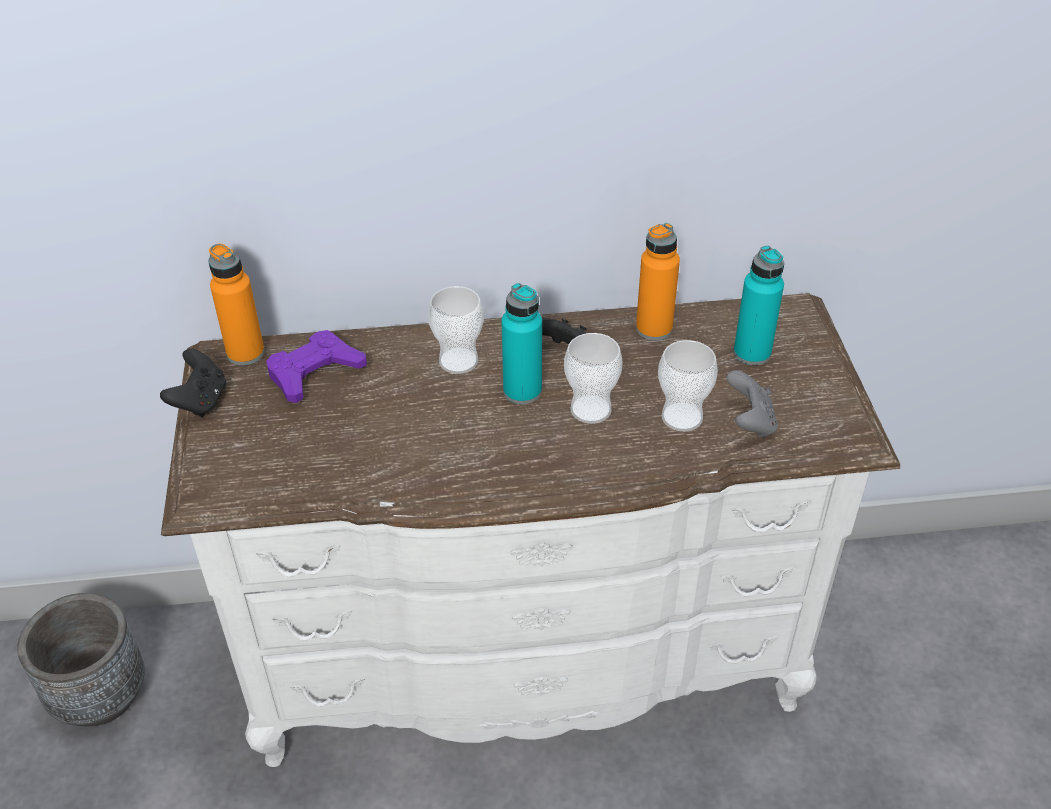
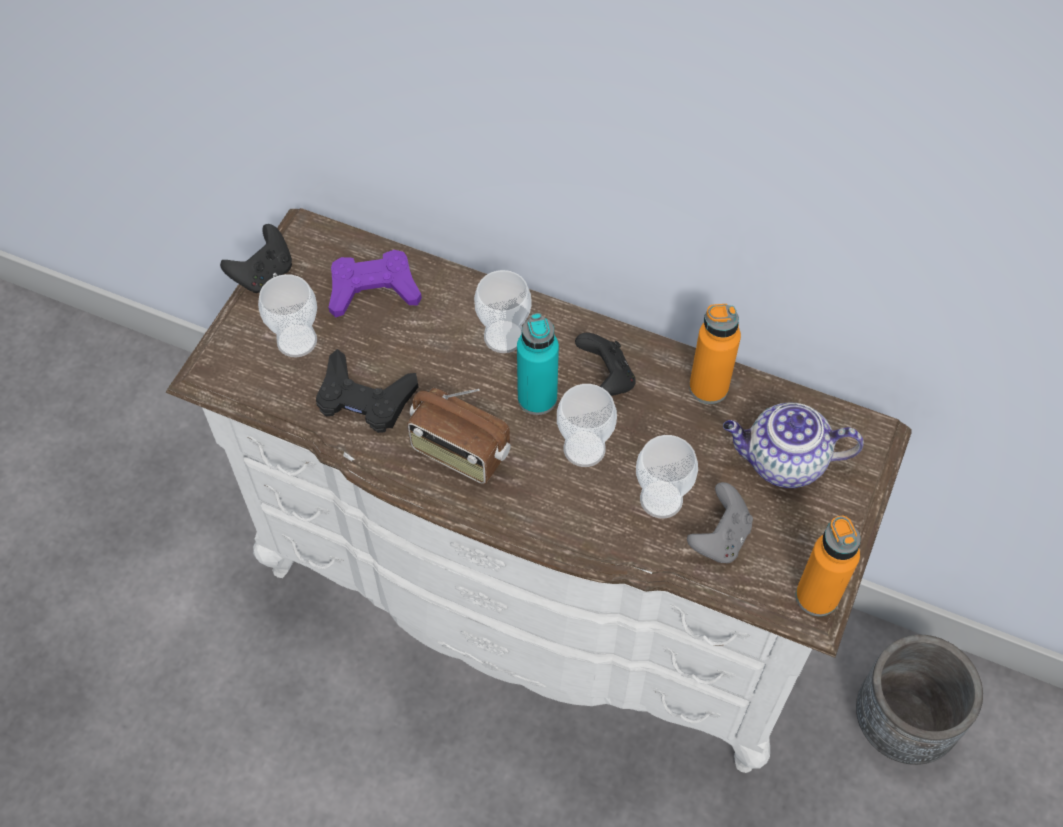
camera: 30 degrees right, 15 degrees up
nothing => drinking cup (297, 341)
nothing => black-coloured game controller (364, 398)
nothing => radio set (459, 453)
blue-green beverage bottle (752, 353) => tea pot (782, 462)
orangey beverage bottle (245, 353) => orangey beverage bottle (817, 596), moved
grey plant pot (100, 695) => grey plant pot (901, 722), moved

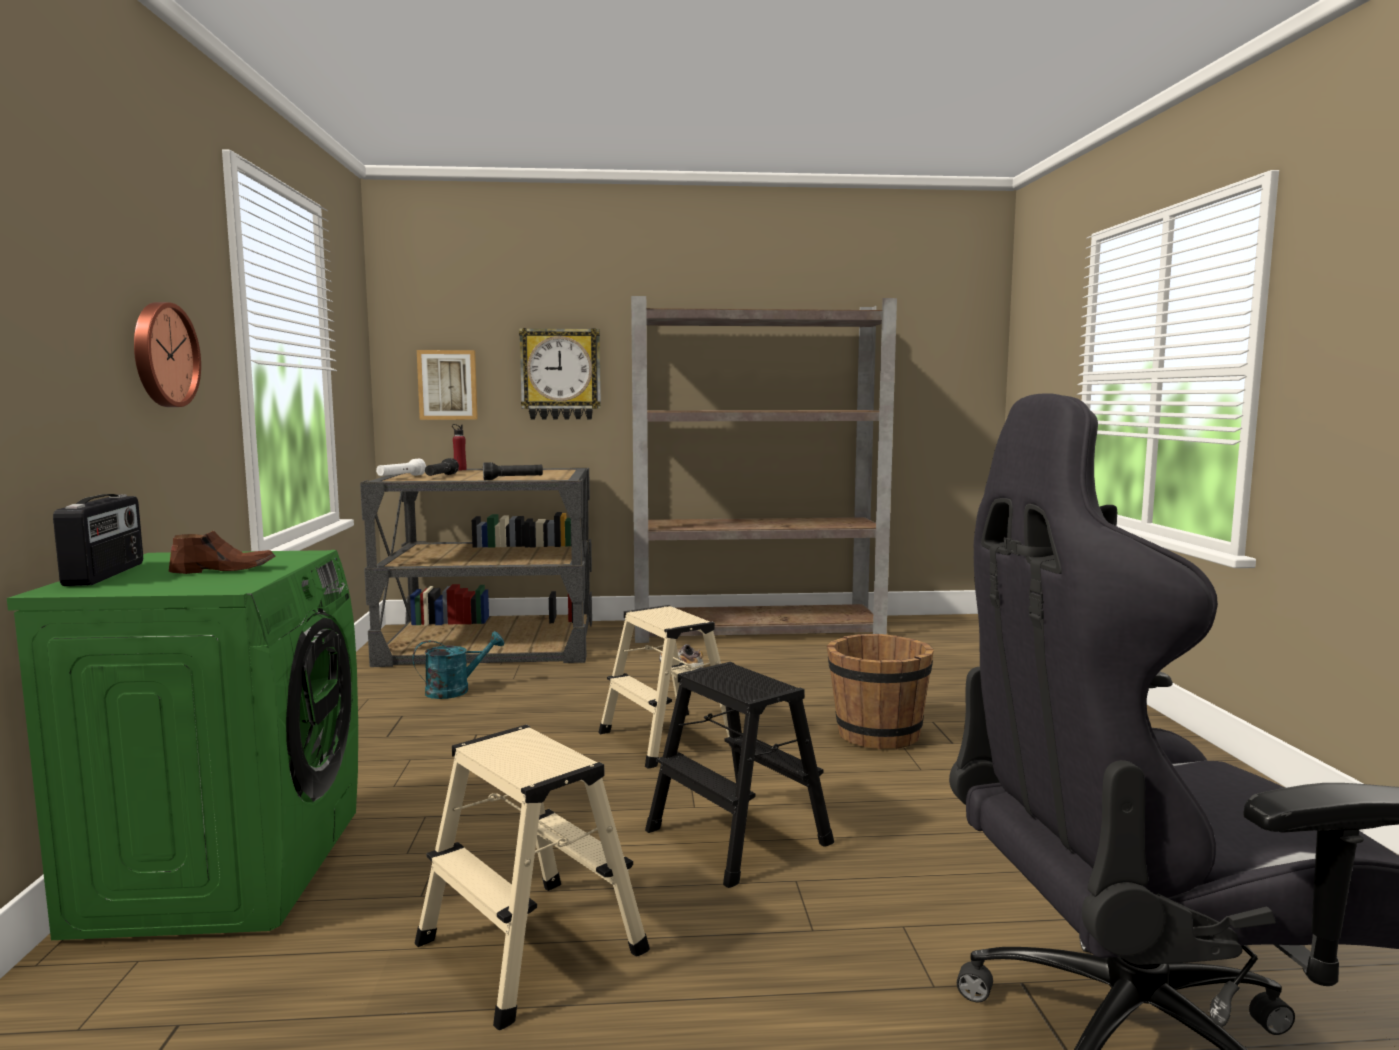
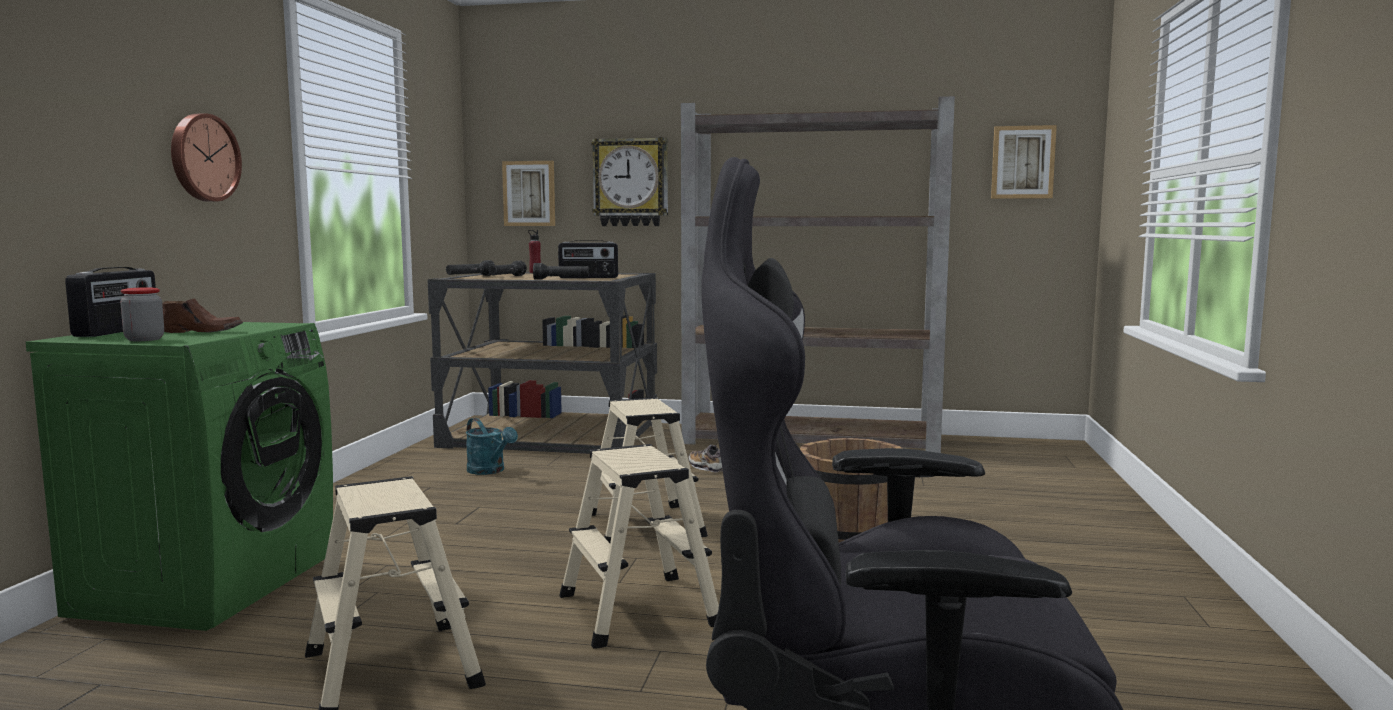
camera: 15 degrees right, 0 degrees up
nothing => jar (144, 339)
white torch (401, 477) => black-coloured torch (470, 276)
blue-green watering pot (455, 690) => blue-green watering pot (490, 471), 60 degrees clockwise
nothing => radio set (588, 277)
black-coloured step ladder (738, 836) => beige step ladder (638, 610)
nothing => wall picture (1022, 162)

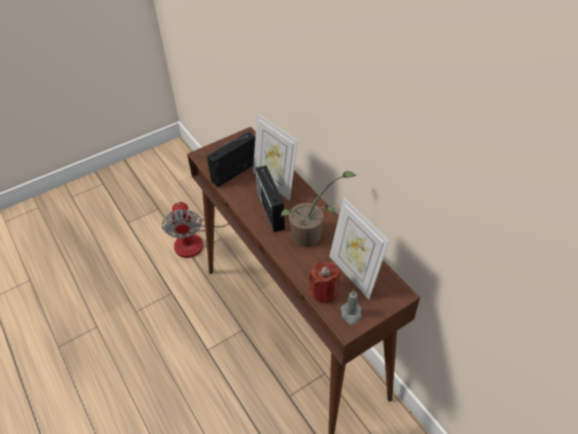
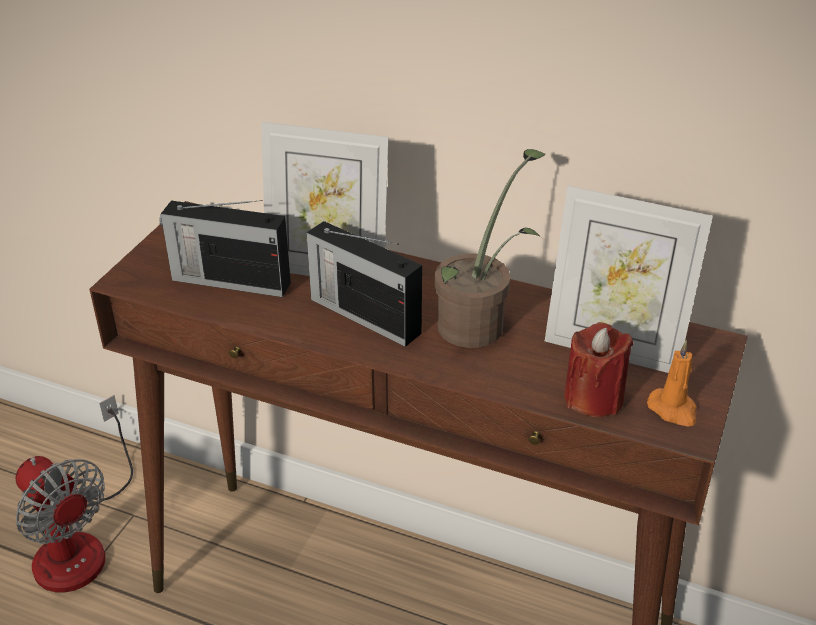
camera: 35 degrees left, 10 degrees down
radio set (235, 171) => radio set (229, 281), 90 degrees counterclockwise
grey wax candle (351, 314) => orangey wax candle (673, 409)

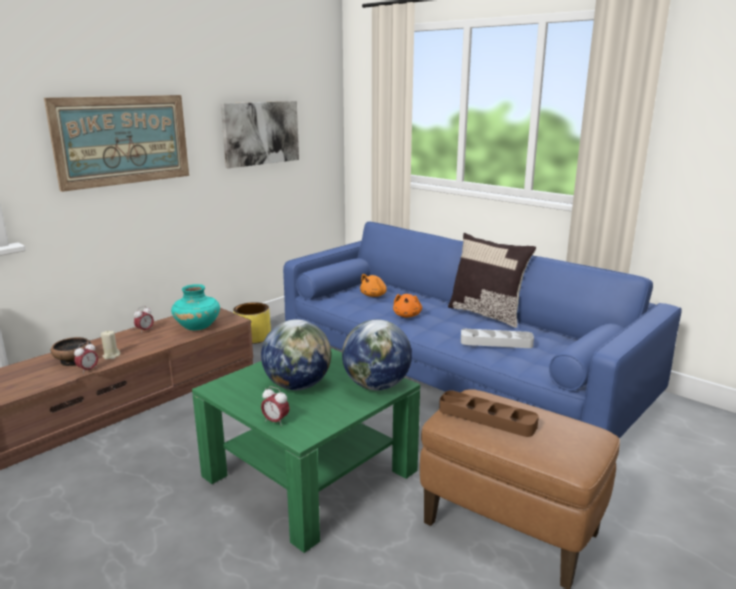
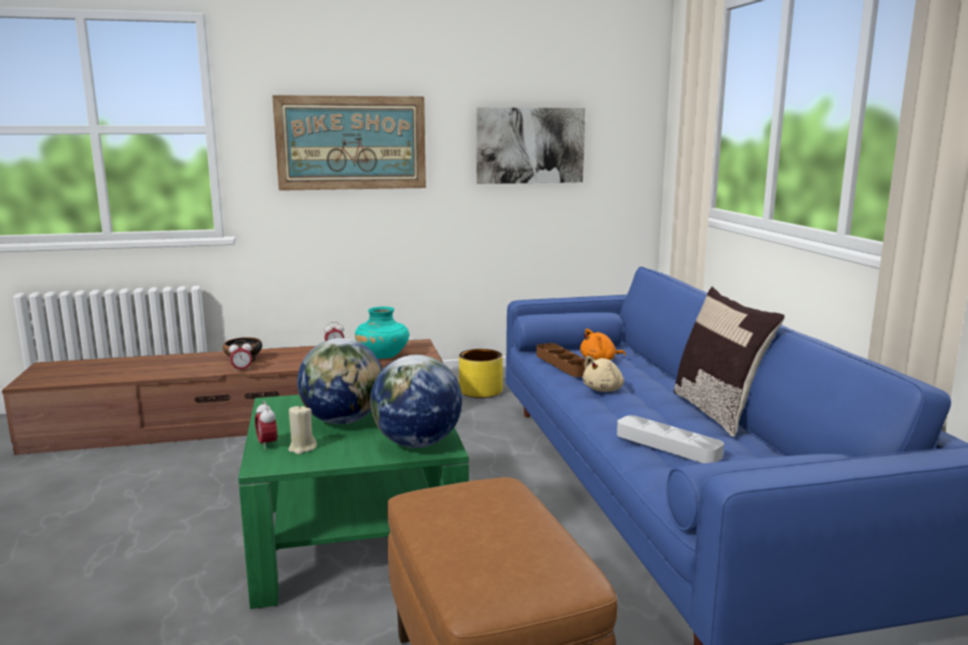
camera: 35 degrees right, 5 degrees down
beige wax candle (111, 356) => beige wax candle (302, 448), moved
brownish tray (486, 418) => brownish tray (563, 364), moved
orangey soft toy (407, 315) => beige soft toy (604, 389)

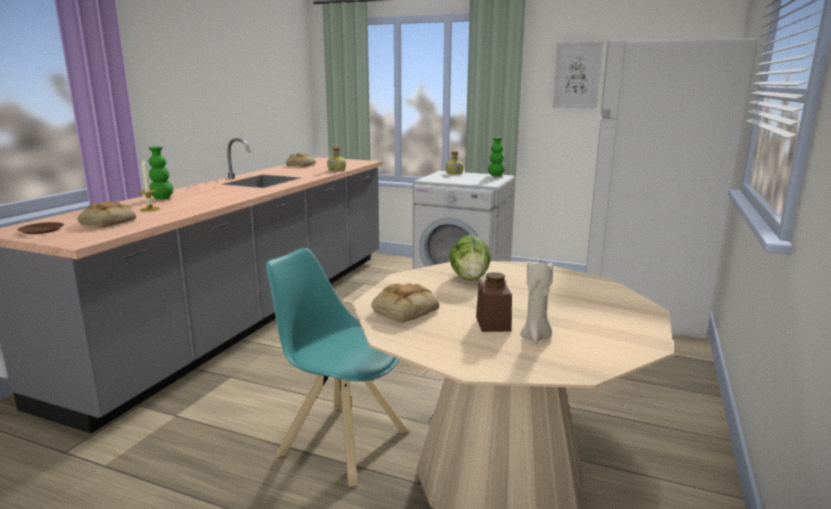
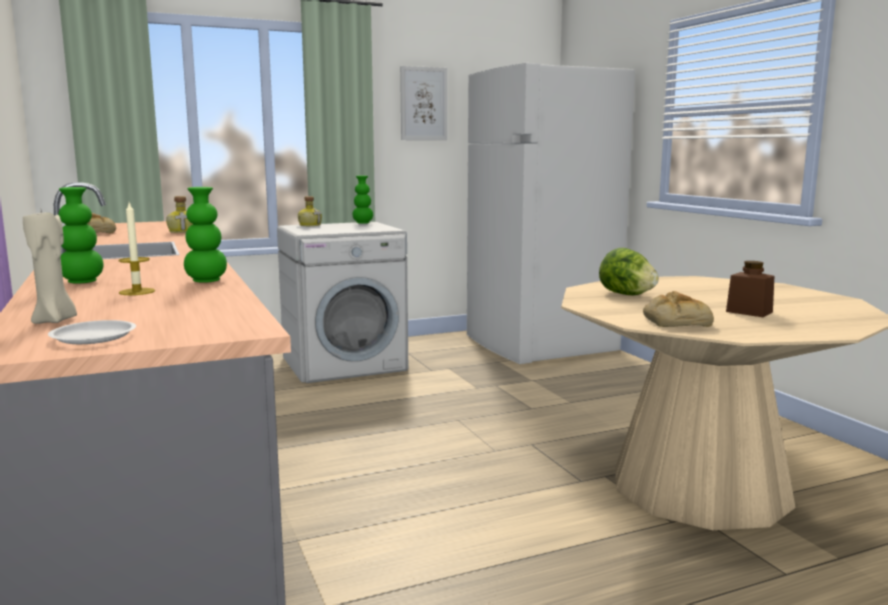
camera: 45 degrees left, 5 degrees down
beige wax candle (536, 337) => beige wax candle (55, 321), moved
brownish flat dish (41, 230) => white flat dish (94, 337)
nothing => green-coloured vase (206, 281)
bread (108, 222) => nothing
blue-green chair (341, 441) => nothing

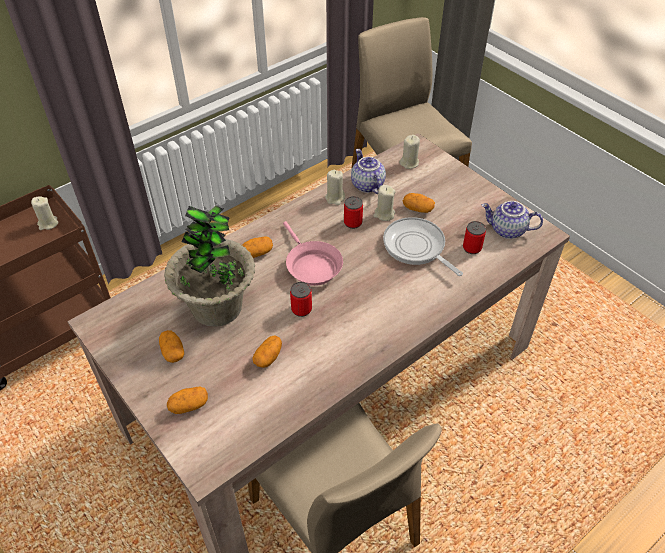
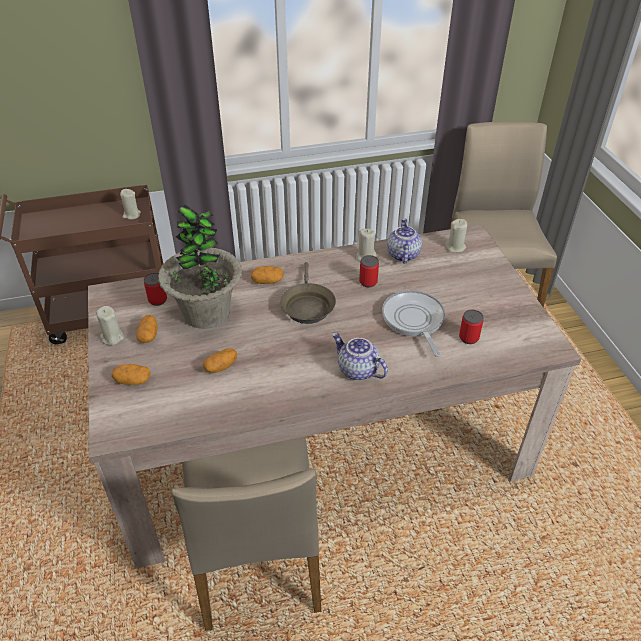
camera: 25 degrees right, 5 degrees down
beige wax candle (384, 214) => beige wax candle (112, 337), moved
can (301, 309) => can (157, 300), moved
pinkish pan (311, 266) => brownish pan (307, 306)
tea pot (507, 230) => tea pot (357, 370), moved
whole potato (417, 209) => nothing

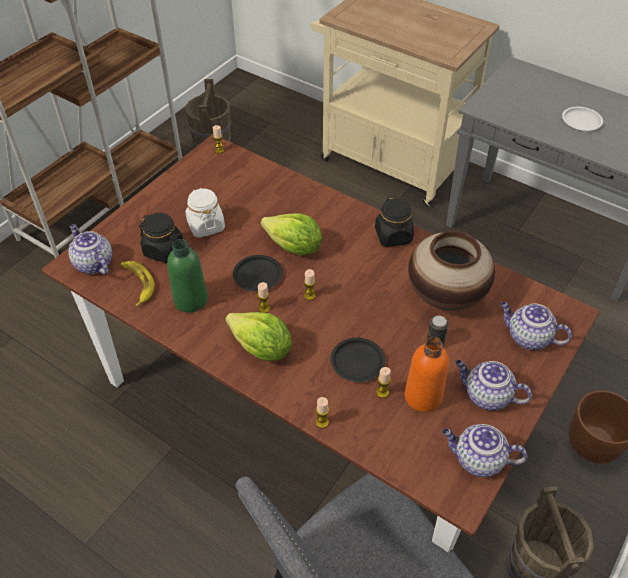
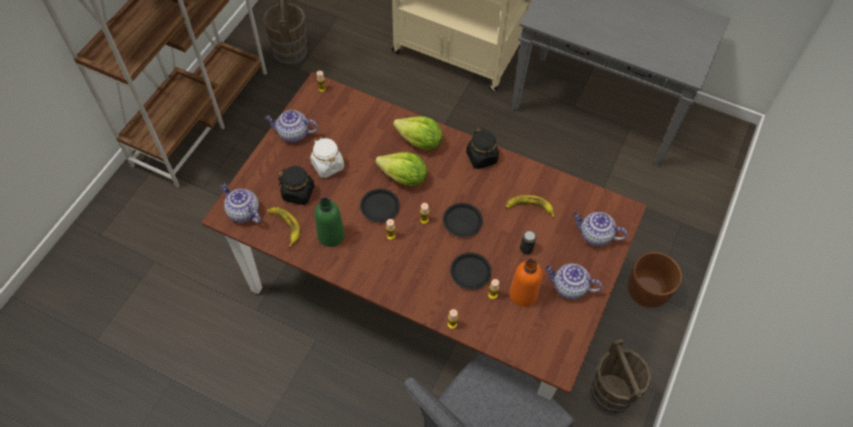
camera: 10 degrees left, 10 degrees up
tea pot (477, 460) => tea pot (292, 134), moved
head of lettuce (261, 349) => head of lettuce (420, 142), moved
nothing => black-coloured flat dish (462, 221)
vase (445, 296) => whole banana (529, 207)
white flat dish (581, 121) => nothing

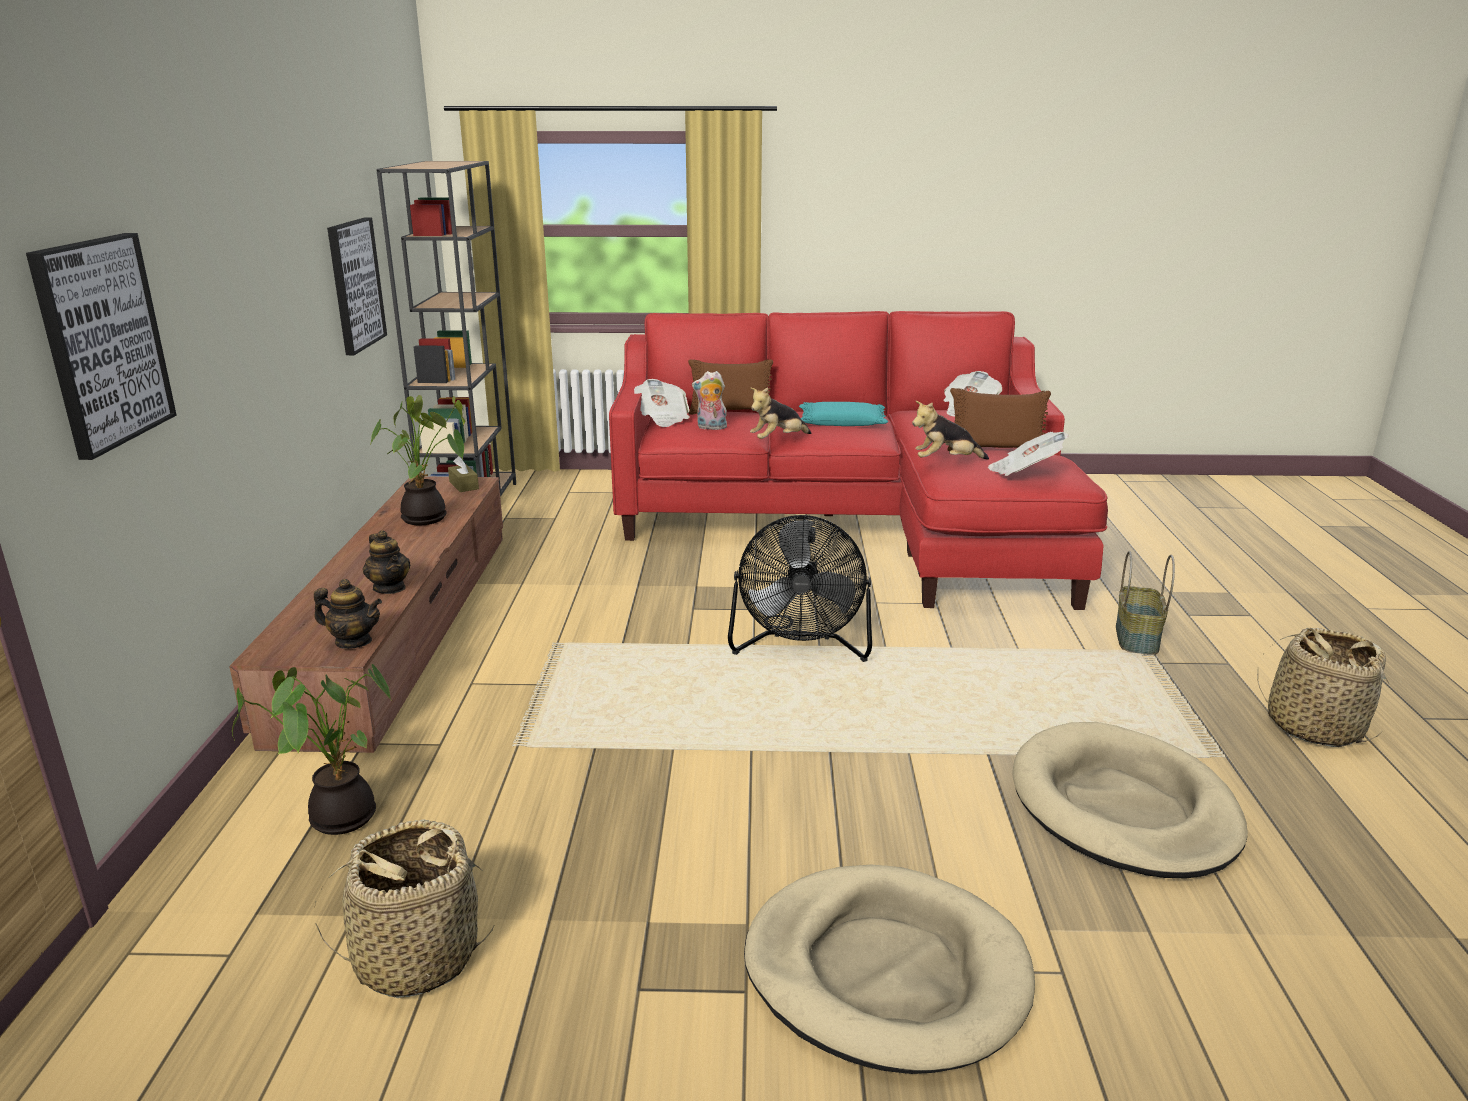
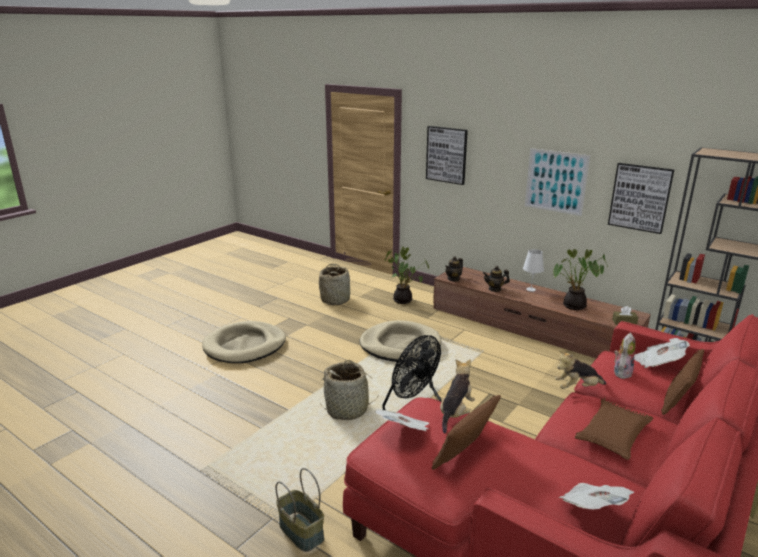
camera: 125 degrees right, 0 degrees up
household basket (1313, 727) => household basket (347, 409), moved
beige dog cushion (1123, 807) => beige dog cushion (400, 345), moved
nothing => white table lamp (531, 289)
nothing => wall picture (556, 181)
soft toy (778, 440) => soft toy (577, 388), 105 degrees counterclockwise
blue-green pillow (842, 421) => brownish pillow (613, 433)

